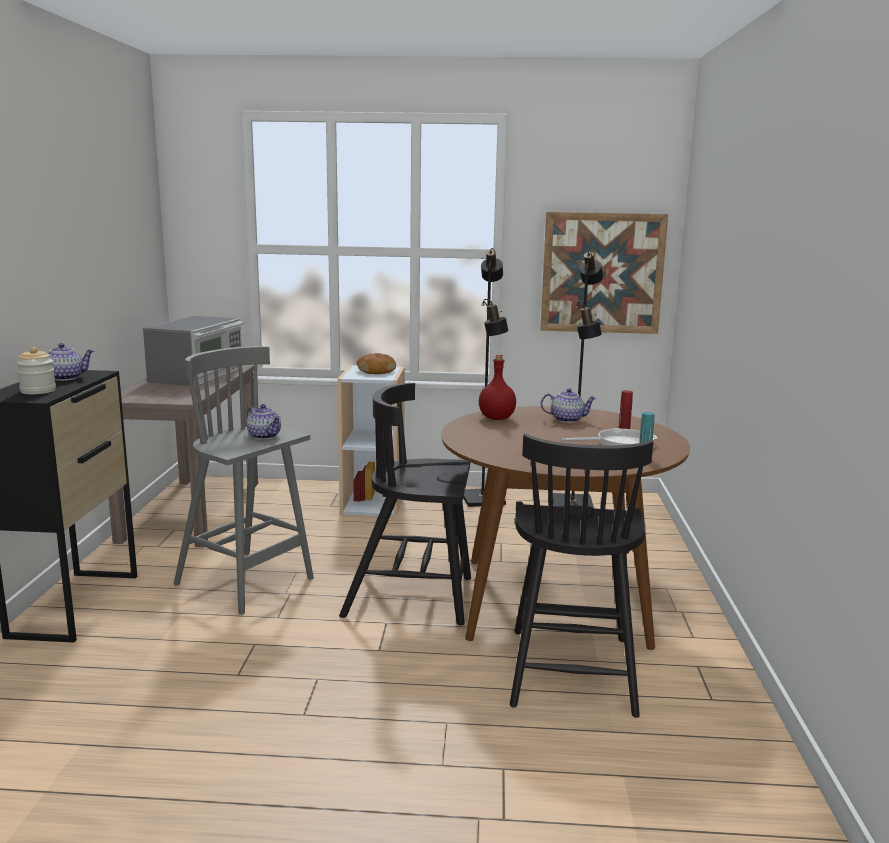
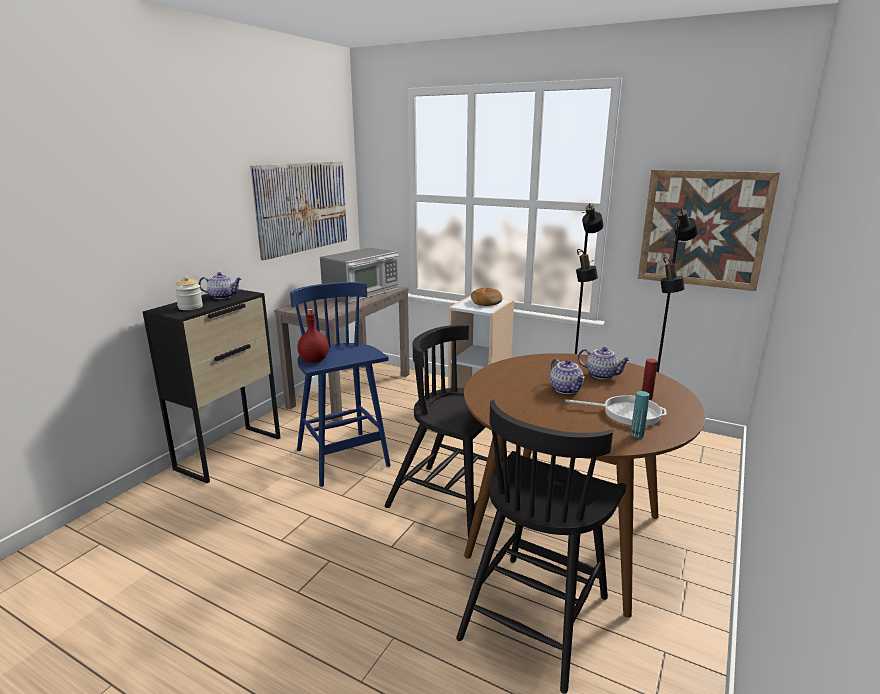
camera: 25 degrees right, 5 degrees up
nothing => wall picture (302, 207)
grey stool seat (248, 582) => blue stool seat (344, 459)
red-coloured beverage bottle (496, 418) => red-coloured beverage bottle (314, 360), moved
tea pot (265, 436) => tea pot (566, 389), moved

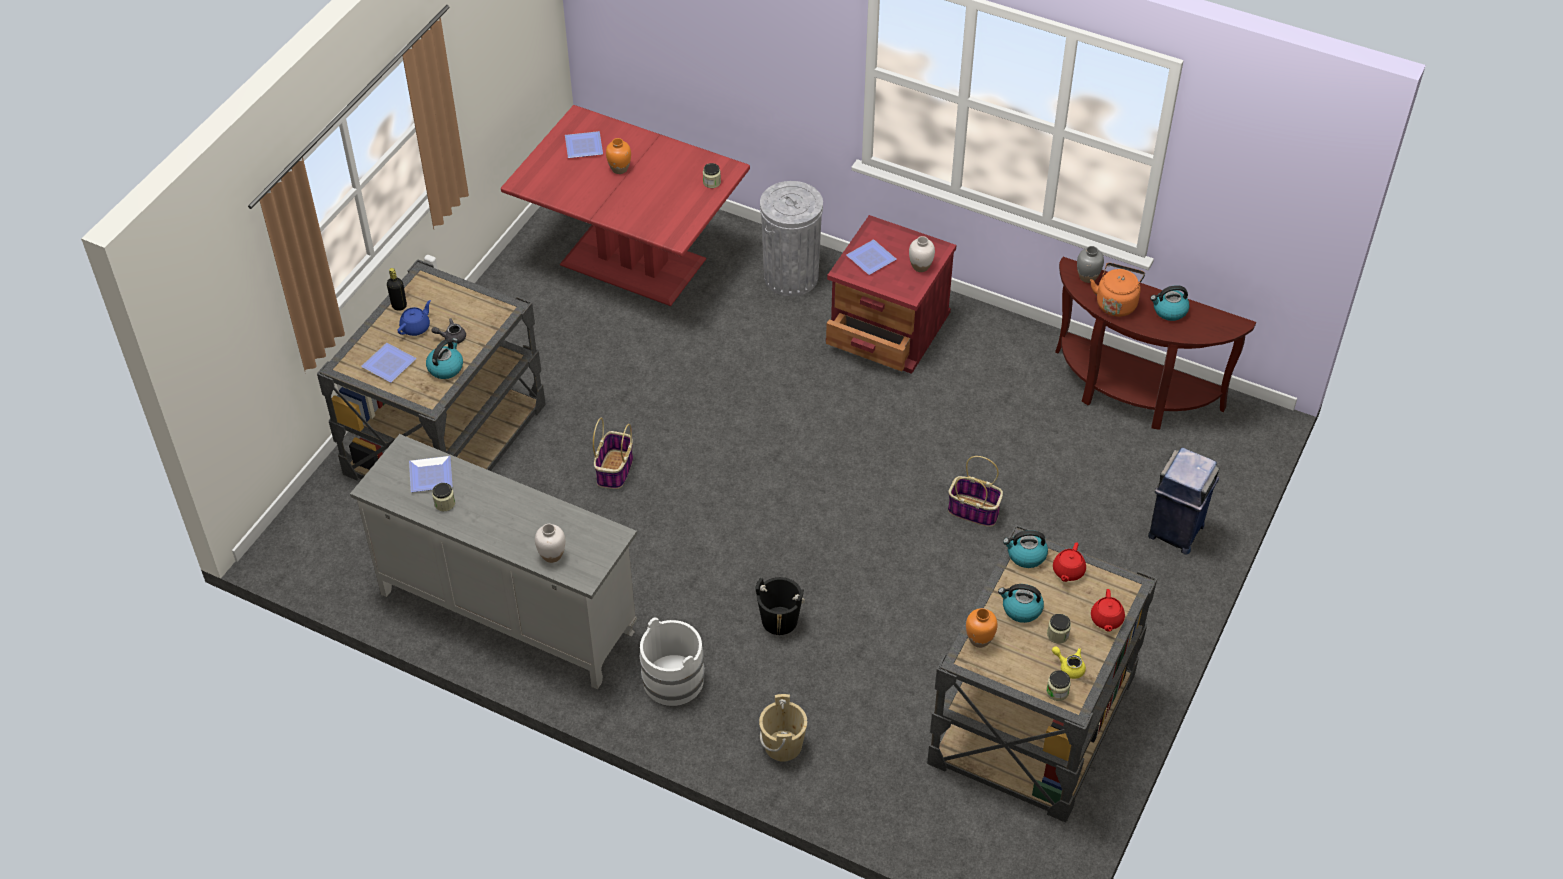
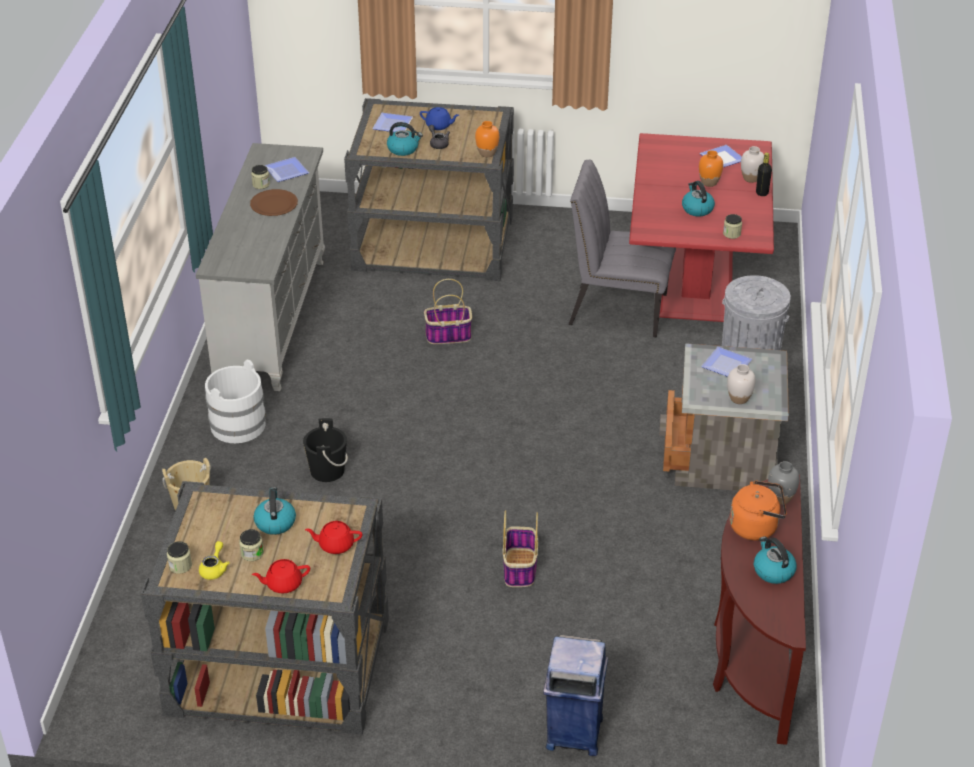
camera: 70 degrees right, 10 degrees down
nothing => brownish flat dish (274, 204)
orangey vase (979, 640) => orangey vase (487, 153), moved
nothing => grey chair (618, 311)
red-coloured bedside table (887, 331) => grey bedside table (719, 456)
kettle (1026, 555) => kettle (697, 209), moved
white vase (552, 555) => white vase (751, 178), moved
black-coloured beverage bottle (399, 306) => black-coloured beverage bottle (762, 193), moved

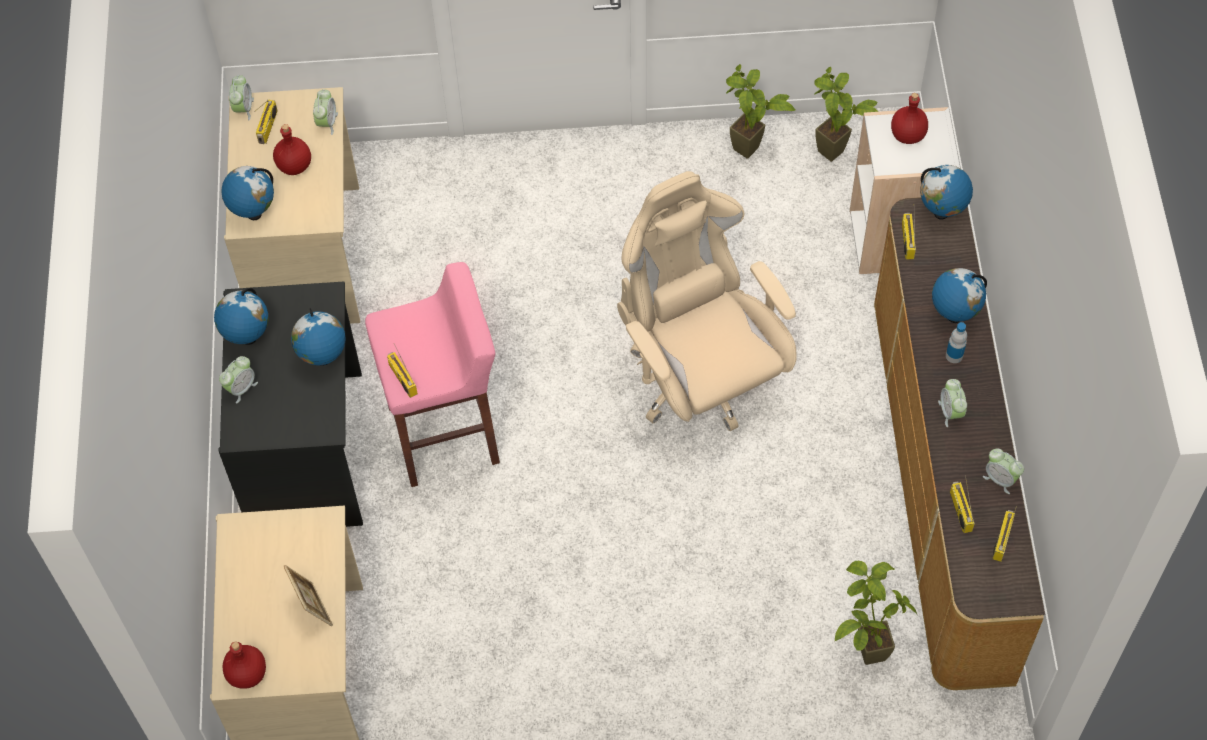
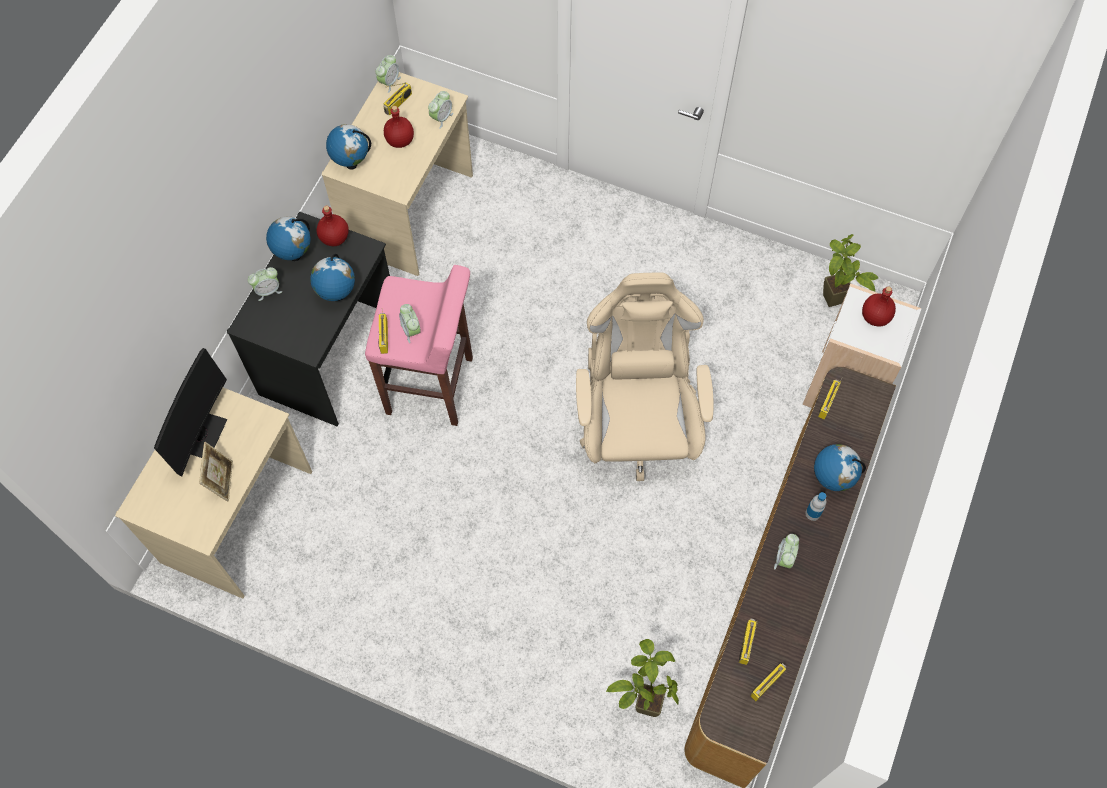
camera: 25 degrees right, 5 degrees up
nothing => computer display (201, 435)
red-coloured beverage bottle (248, 674) => red-coloured beverage bottle (335, 238), moved
alarm clock (1000, 479) => alarm clock (411, 330), moved
potted plant (751, 155) => nothing
desk globe (941, 213) => nothing

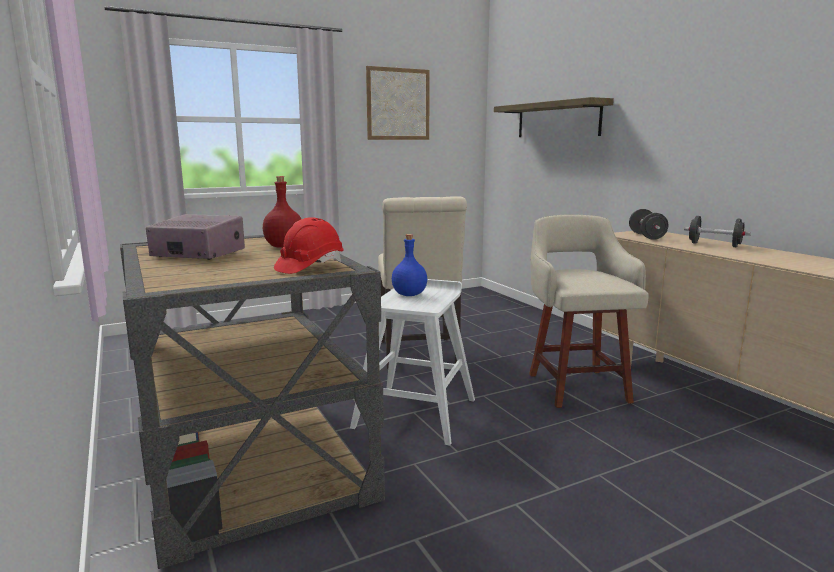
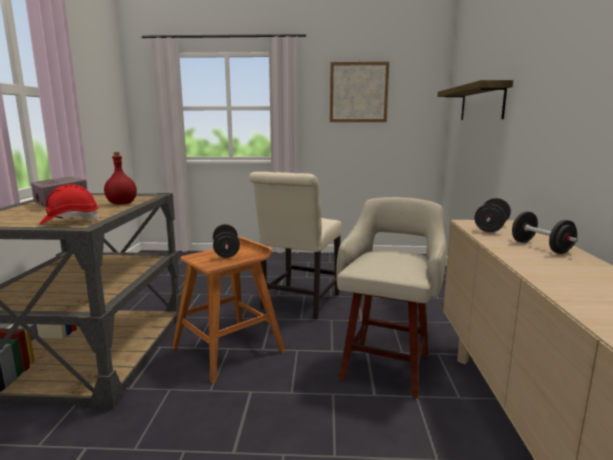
camera: 30 degrees right, 0 degrees up
white stool seat (416, 412) => brownish stool seat (229, 349)
blue beverage bottle (408, 295) => black-coloured free weight (226, 252)

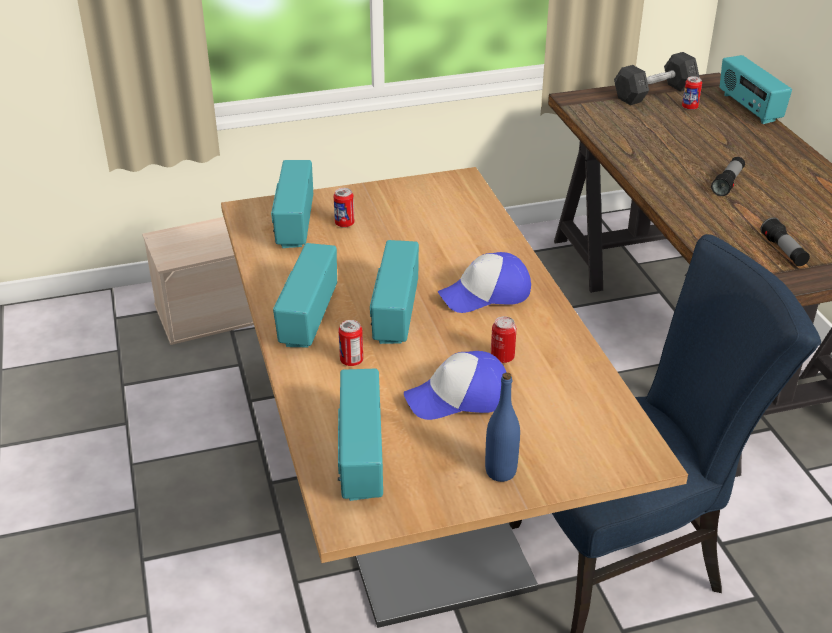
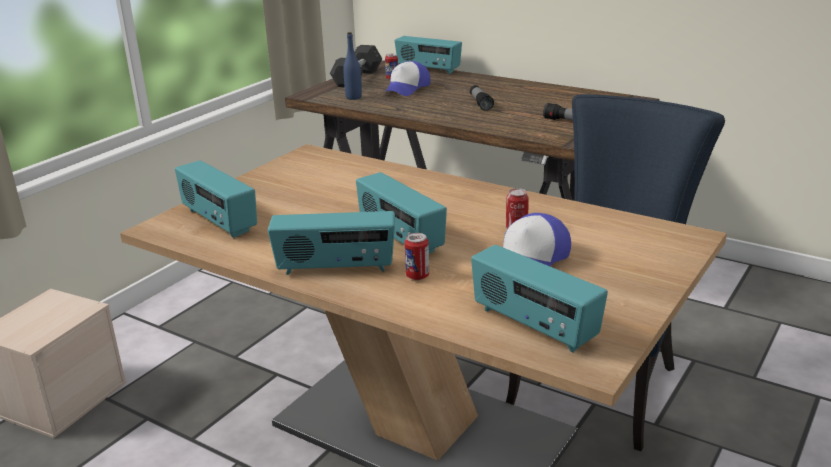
camera: 40 degrees left, 10 degrees down
radio set (307, 319) => radio set (336, 268), 60 degrees counterclockwise
blue beverage bottle (500, 472) => blue beverage bottle (353, 97), moved
baseball cap (486, 294) => baseball cap (407, 88), moved
can (344, 224) => nothing

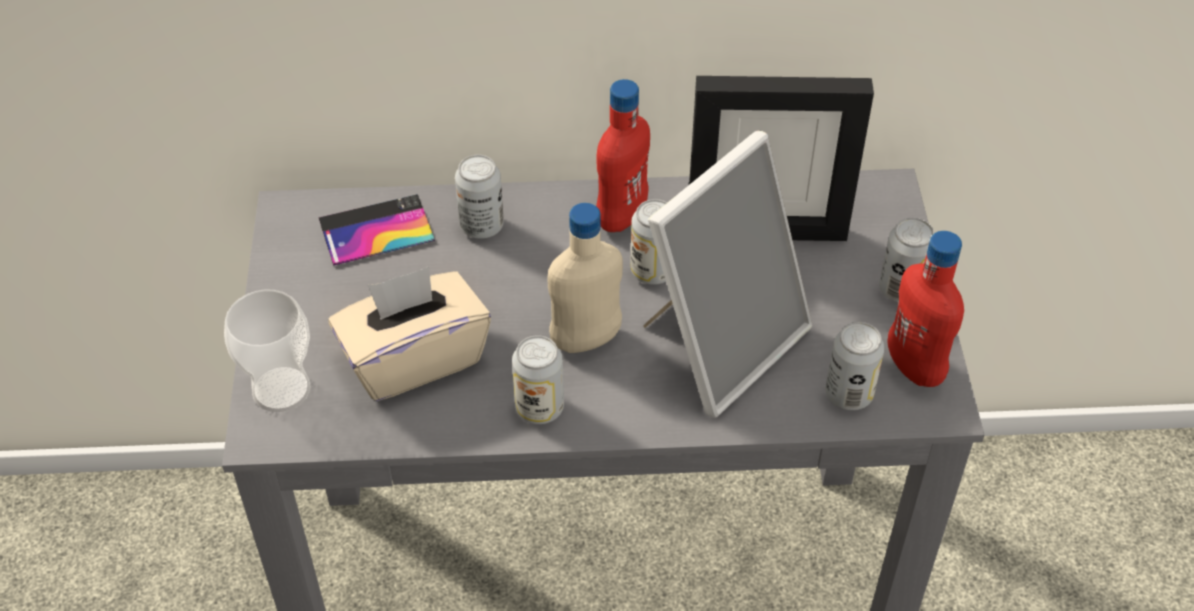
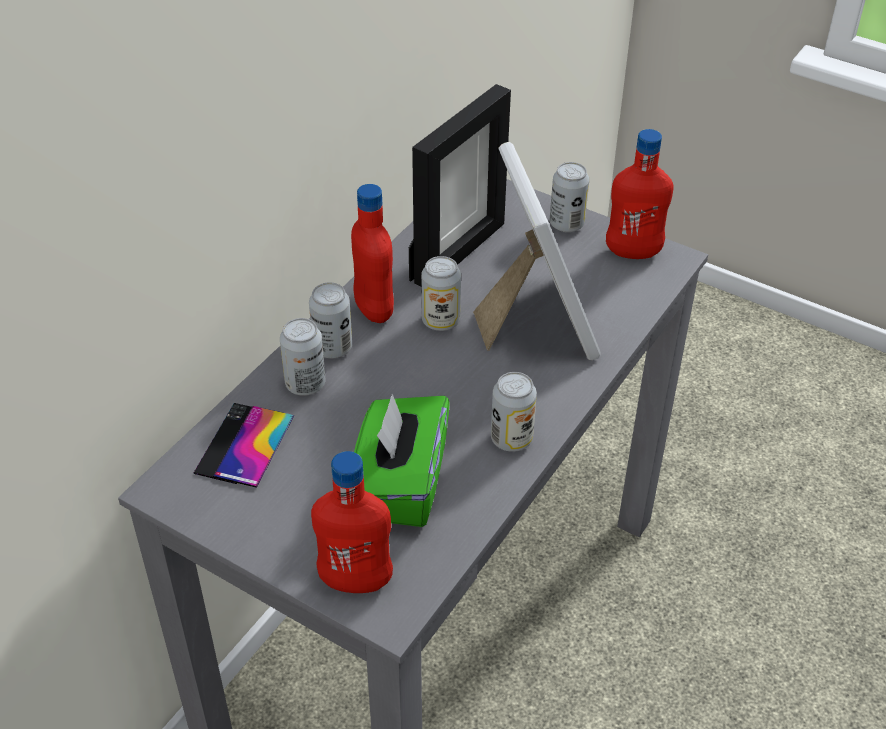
camera: 55 degrees left, 5 degrees down
can (849, 394) => can (332, 348), moved
drinking cup (281, 389) => red-coloured beverage bottle (355, 581)
beige tissue box (414, 358) => green-coloured tissue box (400, 485)
beige beverage bottle (586, 340) => nothing

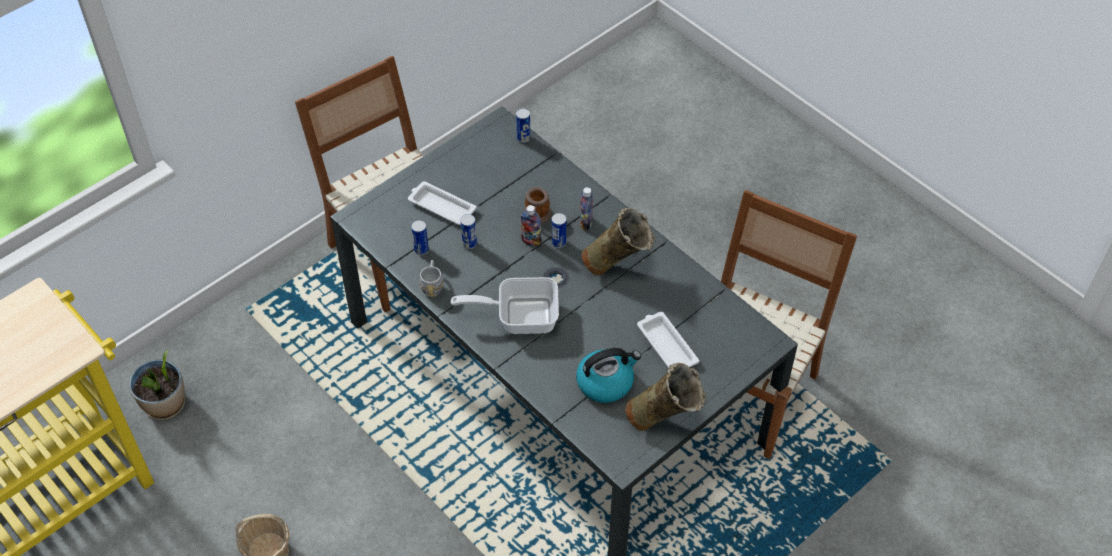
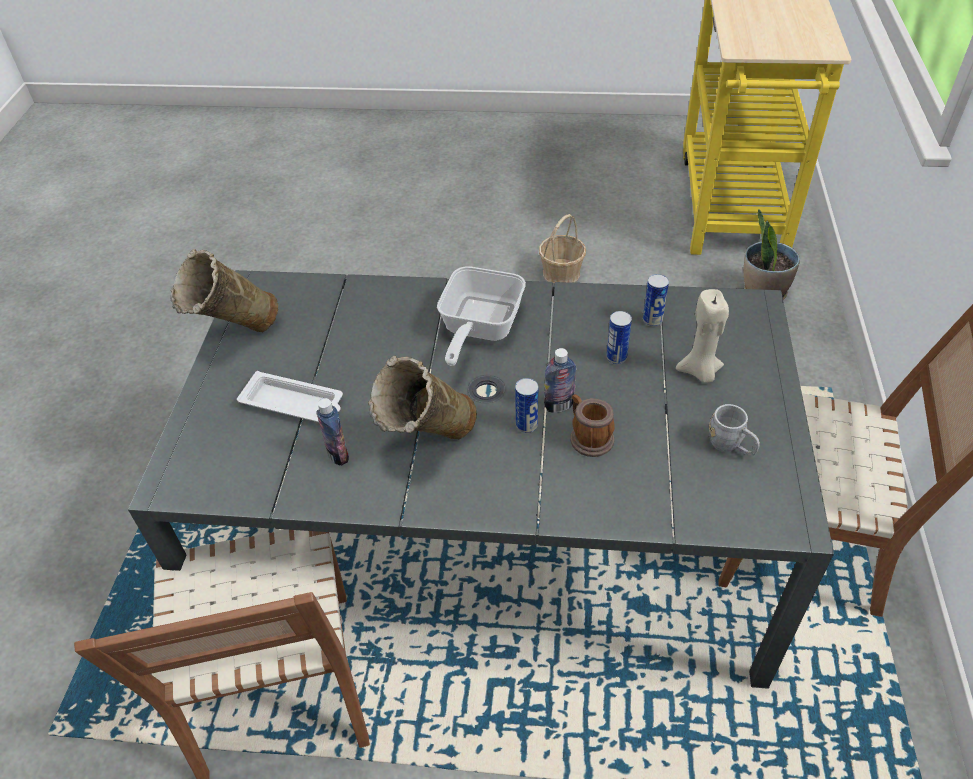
camera: 140 degrees right, 5 degrees down
beverage bottle (586, 223) => beverage bottle (338, 455), moved
pan (519, 316) => pan (478, 329), 150 degrees clockwise
white tray (441, 206) => beige wax candle (700, 372)
grey mug (432, 285) => grey mug (731, 446), moved
can (523, 138) => nothing
kettle (605, 382) => nothing

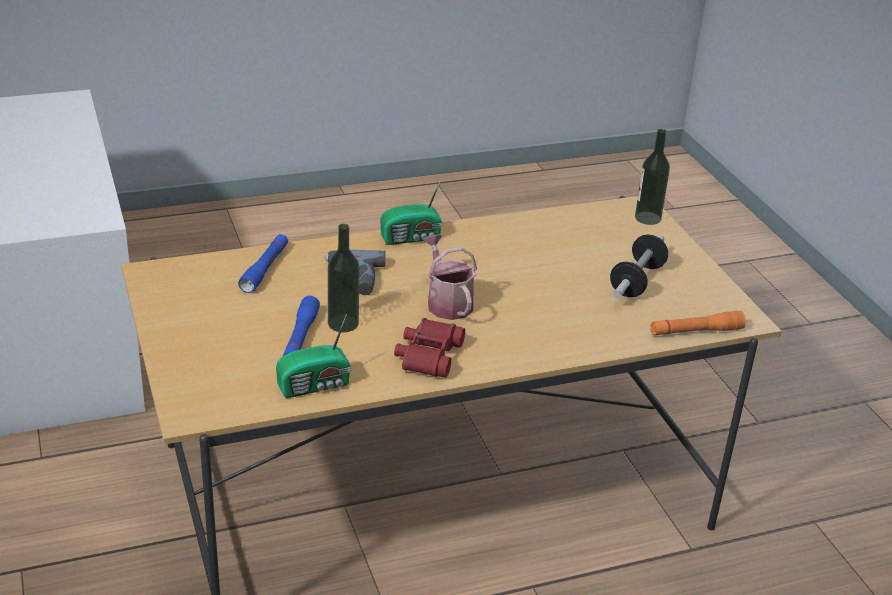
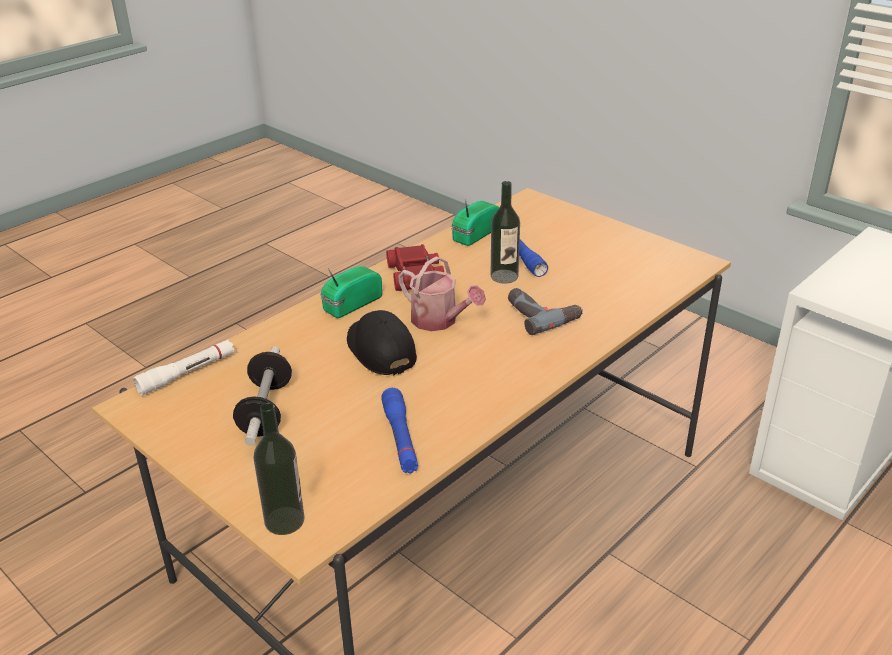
camera: 155 degrees right, 0 degrees up
orangey torch (695, 331) => white torch (187, 373)
radio set (412, 238) => radio set (350, 304), moved
nothing => black-coloured baseball cap (380, 350)
blue torch (265, 269) => blue torch (400, 438), moved

